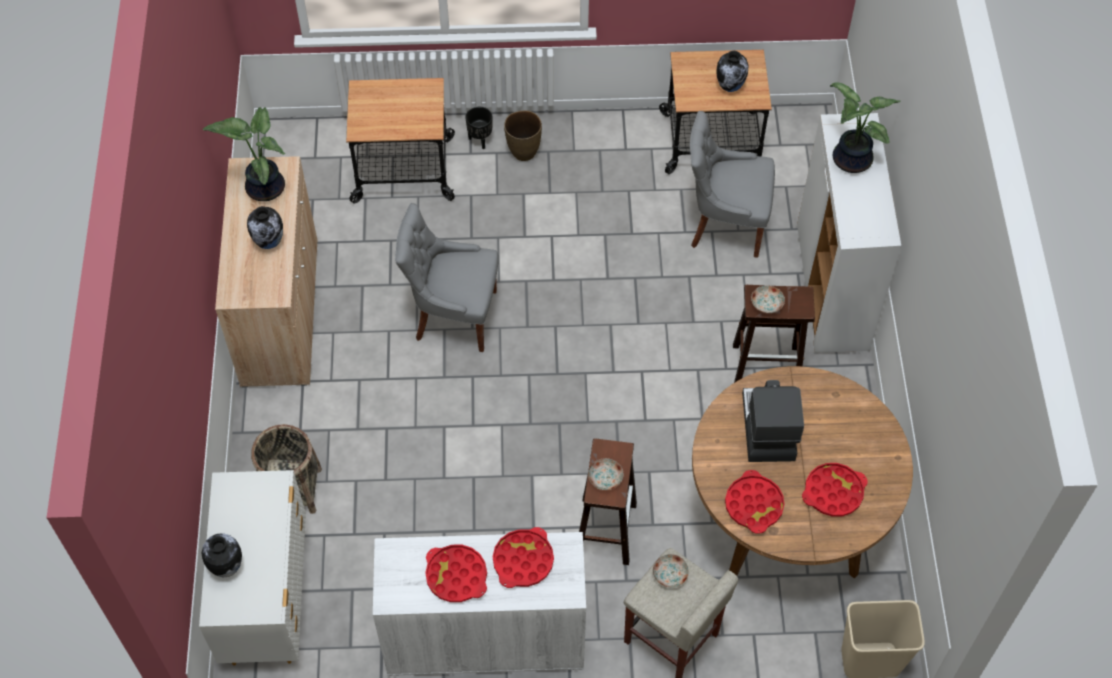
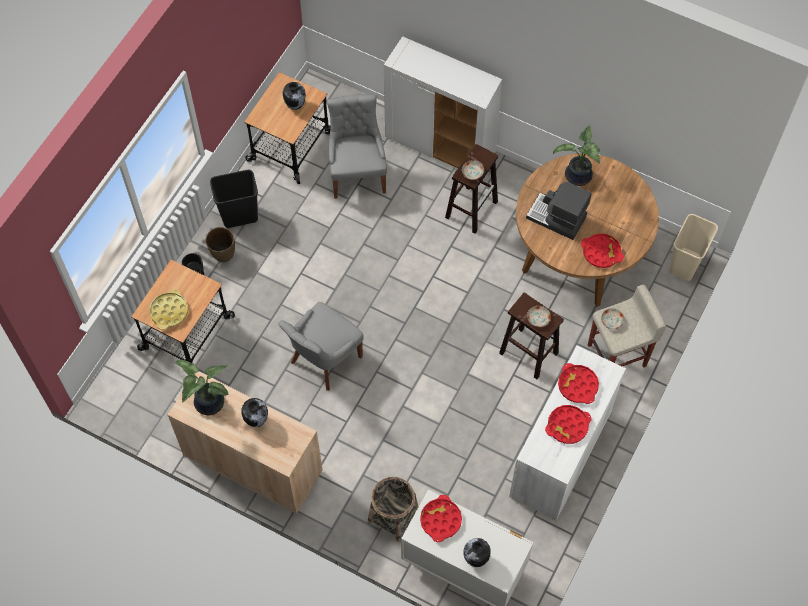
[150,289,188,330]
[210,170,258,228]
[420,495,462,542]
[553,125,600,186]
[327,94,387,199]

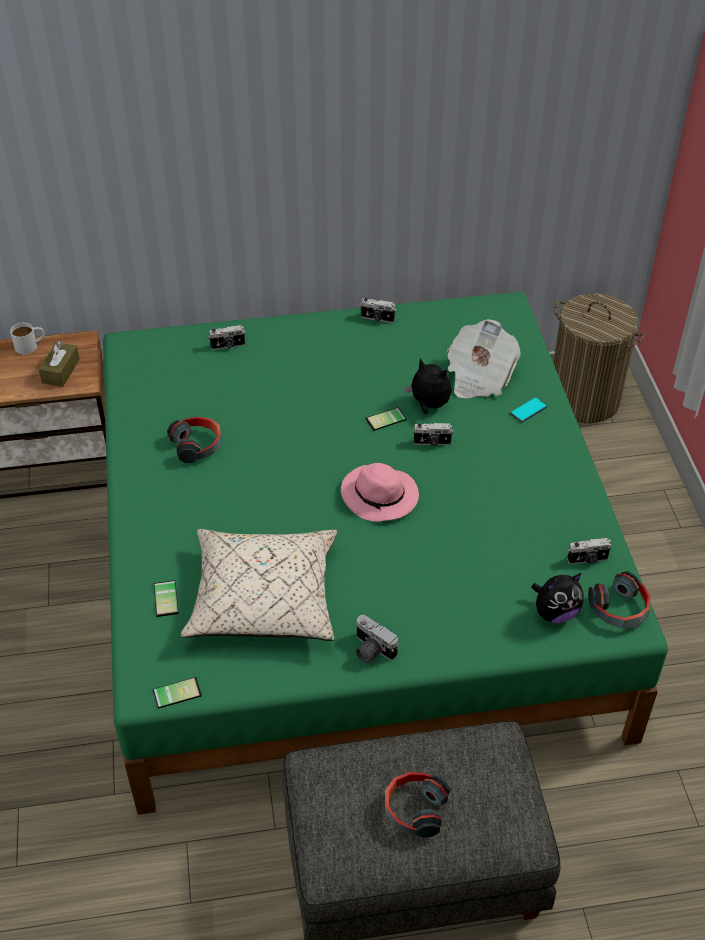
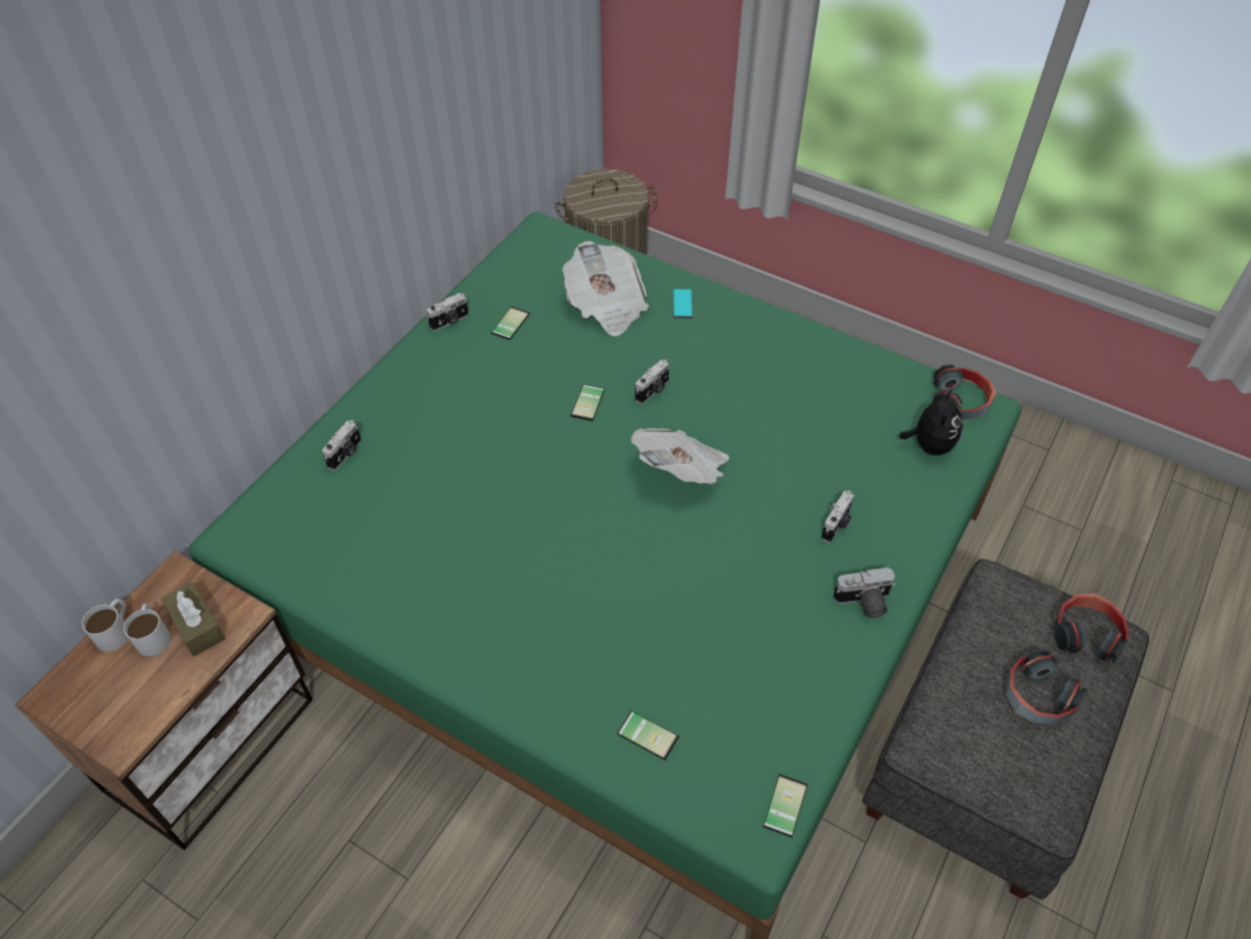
[181,529,337,641] (first image)
[404,358,452,415] (first image)
[124,603,171,656]
[491,307,530,340]
[1054,593,1129,662]
[821,491,854,543]
[631,429,730,485]

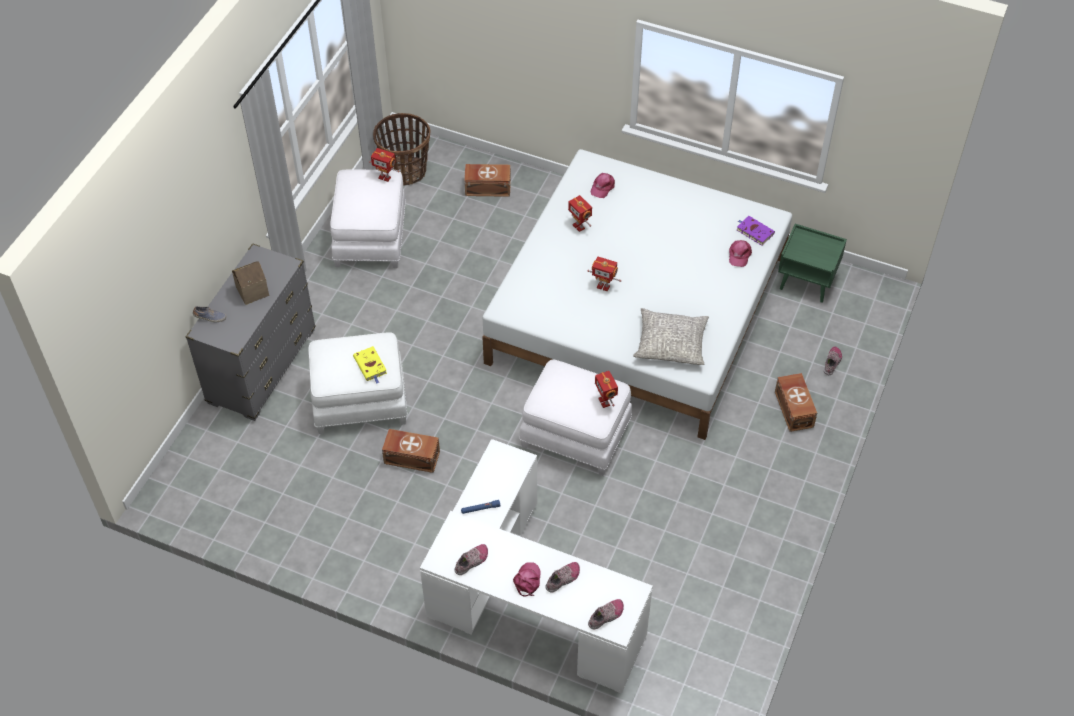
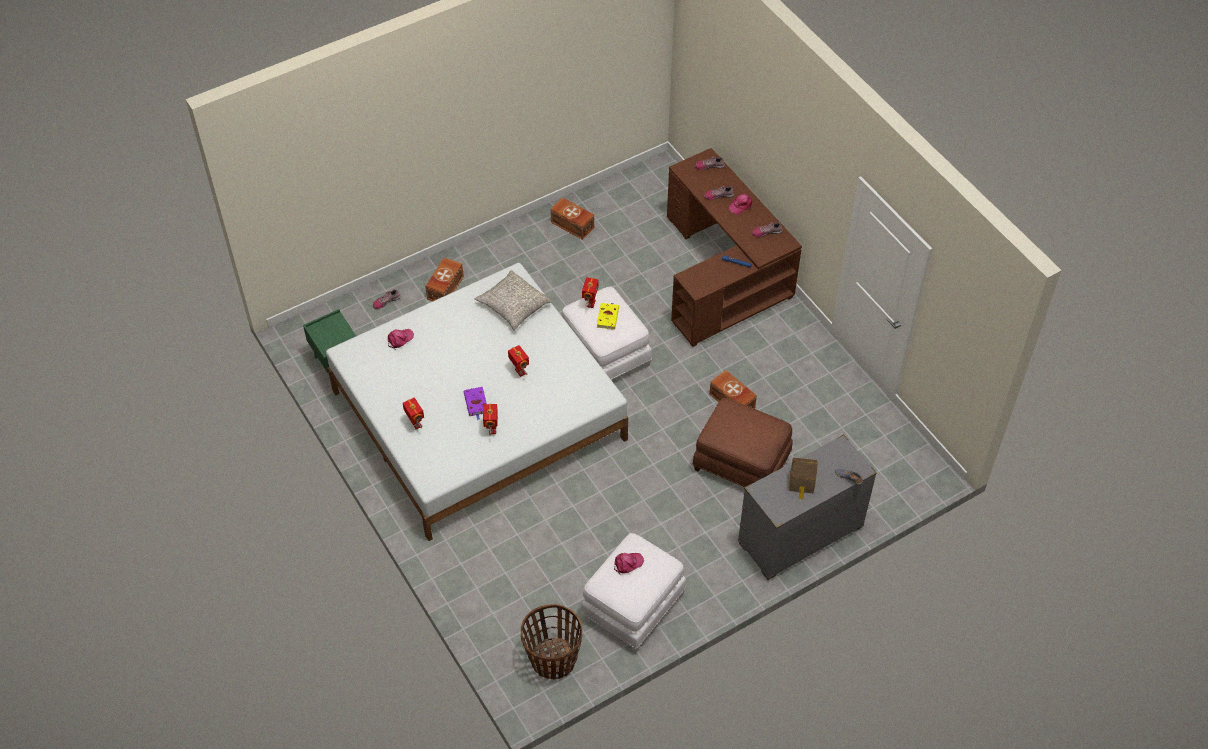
[597,303,619,330]
[403,397,424,429]
[550,197,594,240]
[614,553,644,575]
[463,387,487,420]
[692,398,793,487]
[667,148,802,347]

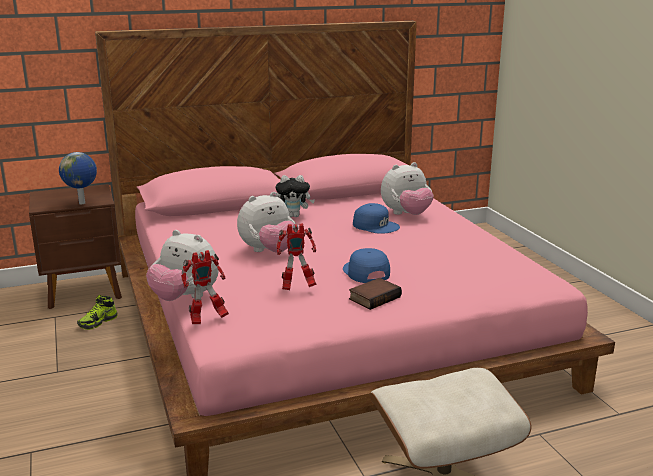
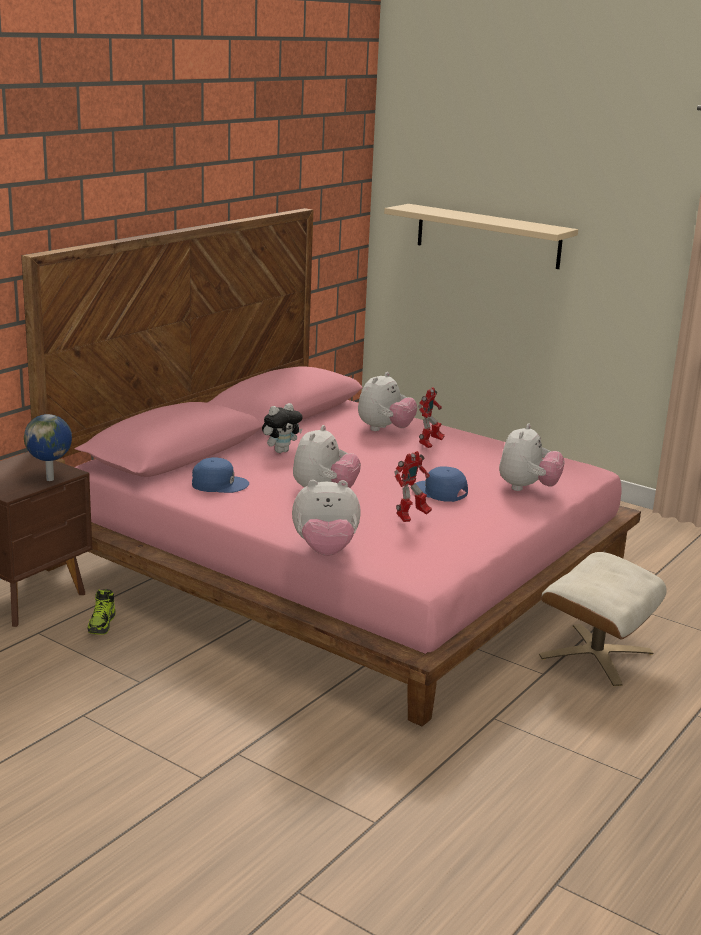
[349,278,402,310] (first image)
[384,204,578,269]
[499,423,565,491]
[418,387,445,448]
[192,457,249,493]

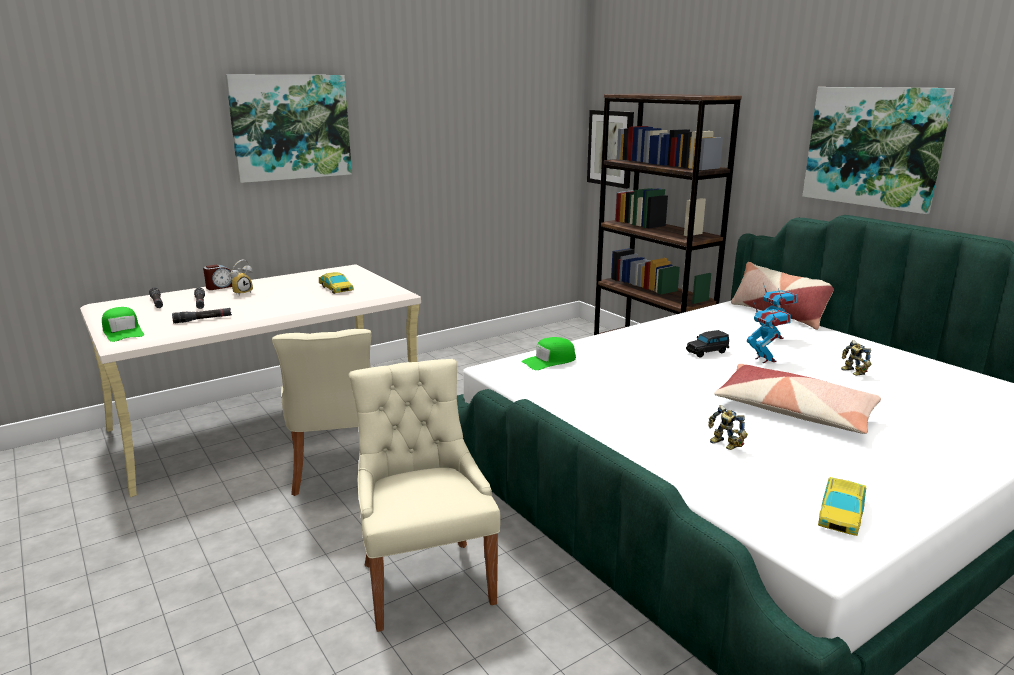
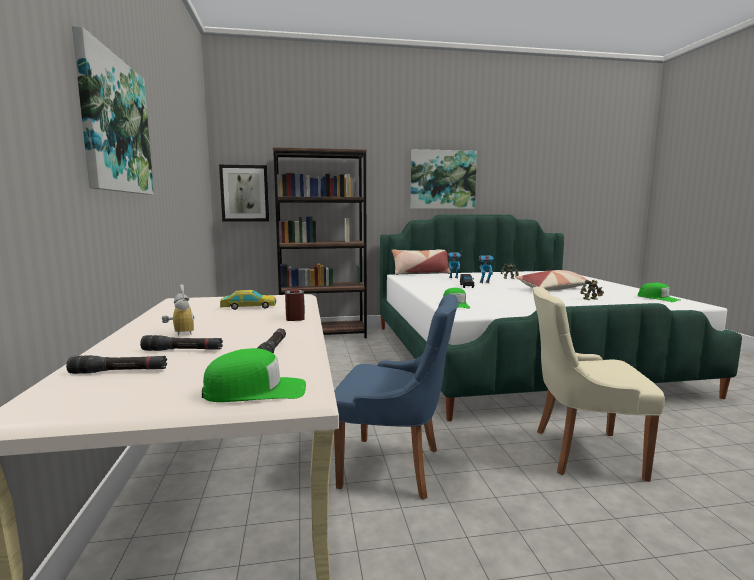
[285,289,305,321]
[638,283,680,302]
[334,294,459,500]

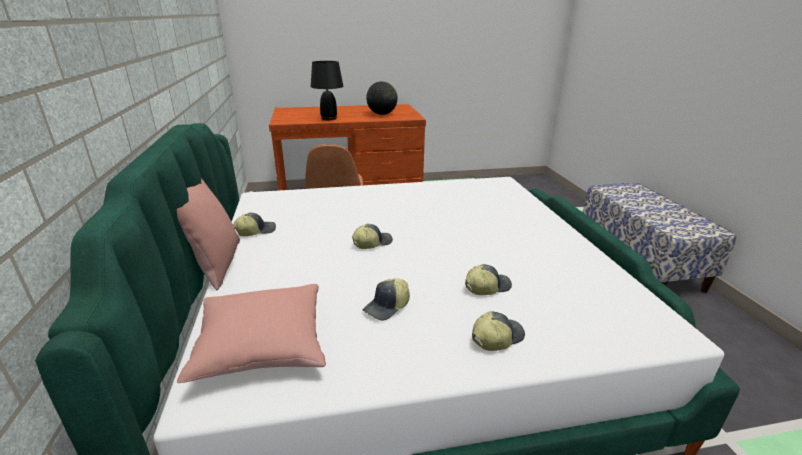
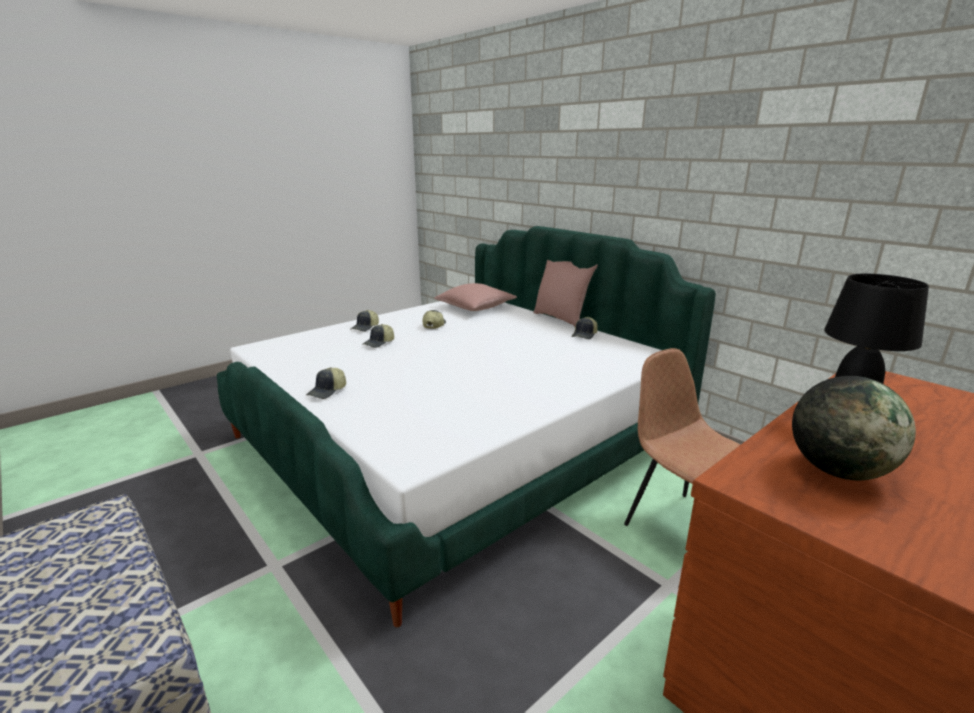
[306,367,346,399]

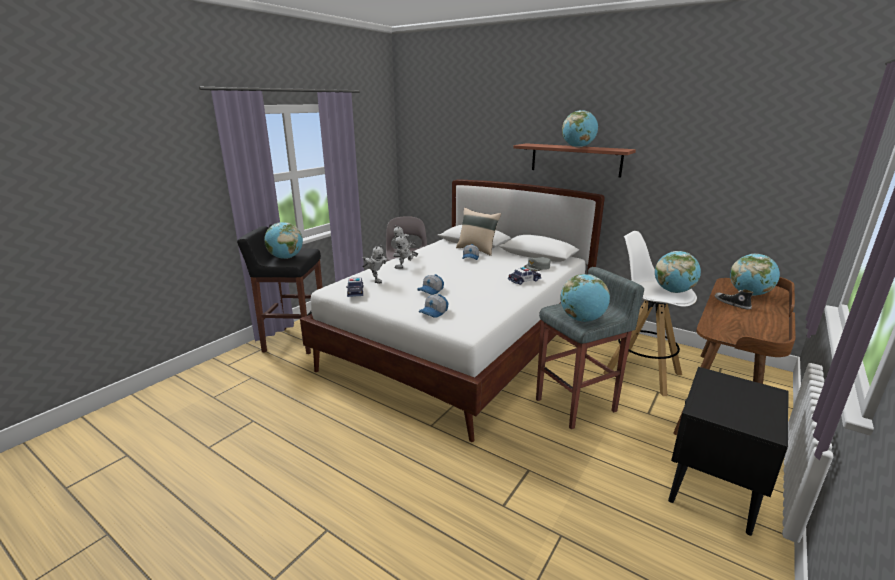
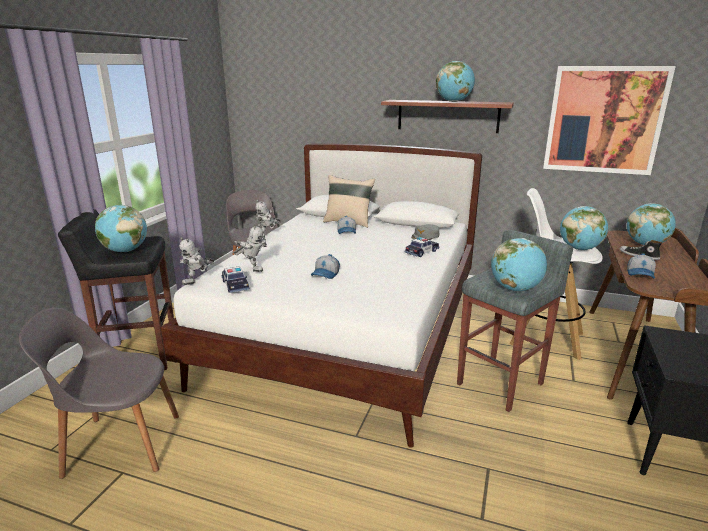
[19,307,179,479]
[543,66,676,175]
[179,237,214,285]
[627,253,656,279]

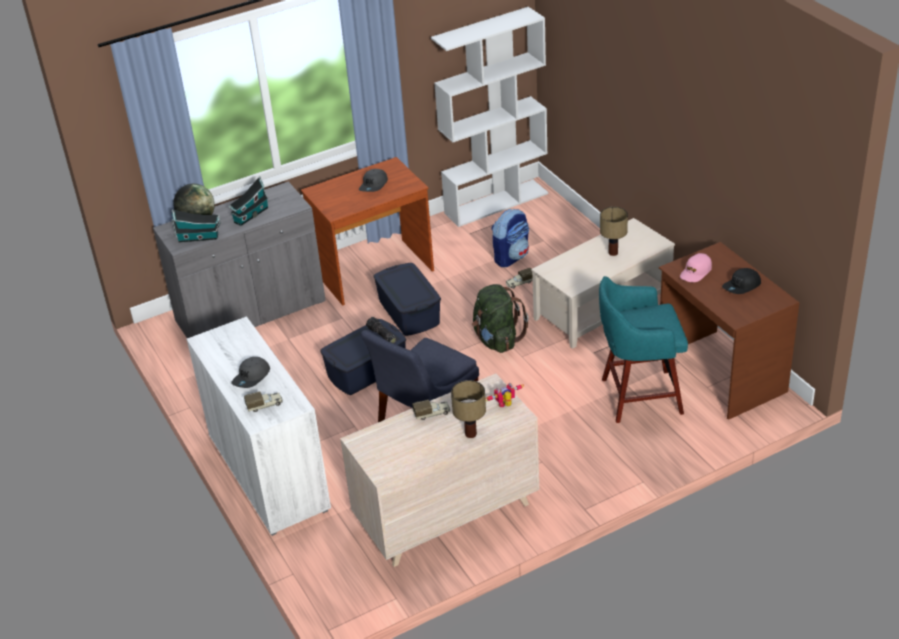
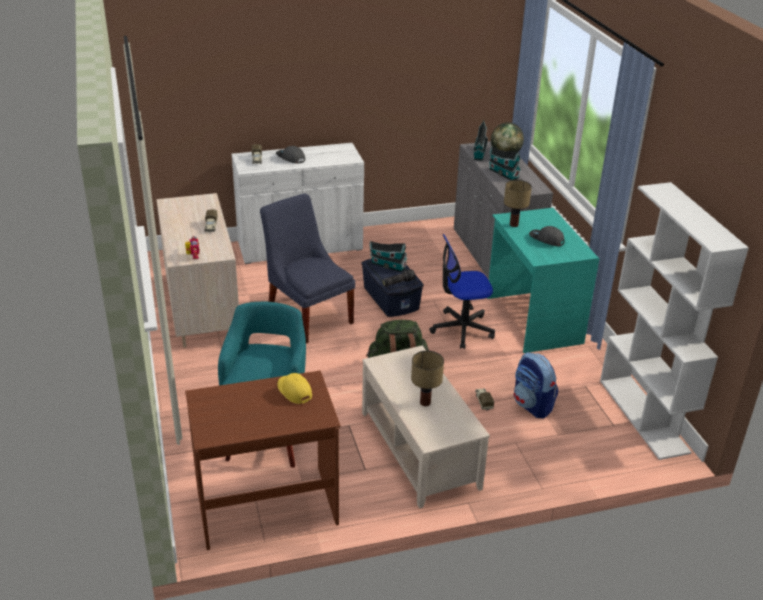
[722,268,761,294] (first image)
[370,241,407,272]
[504,180,532,227]
[429,234,495,349]
[487,208,599,353]
[277,373,312,404]

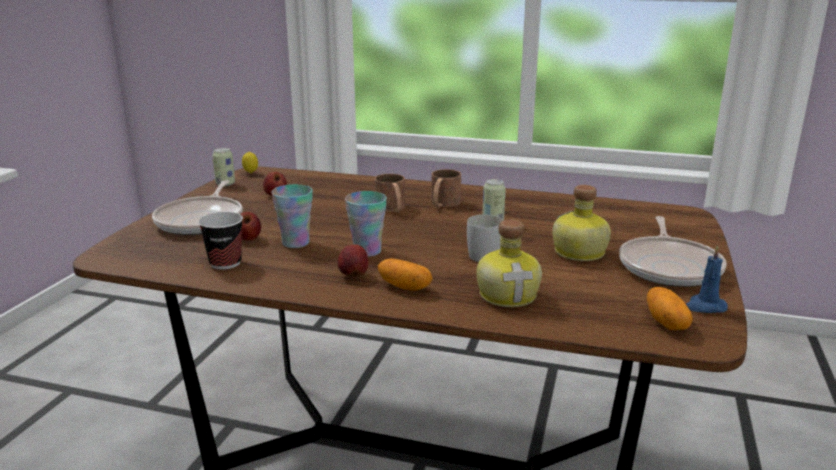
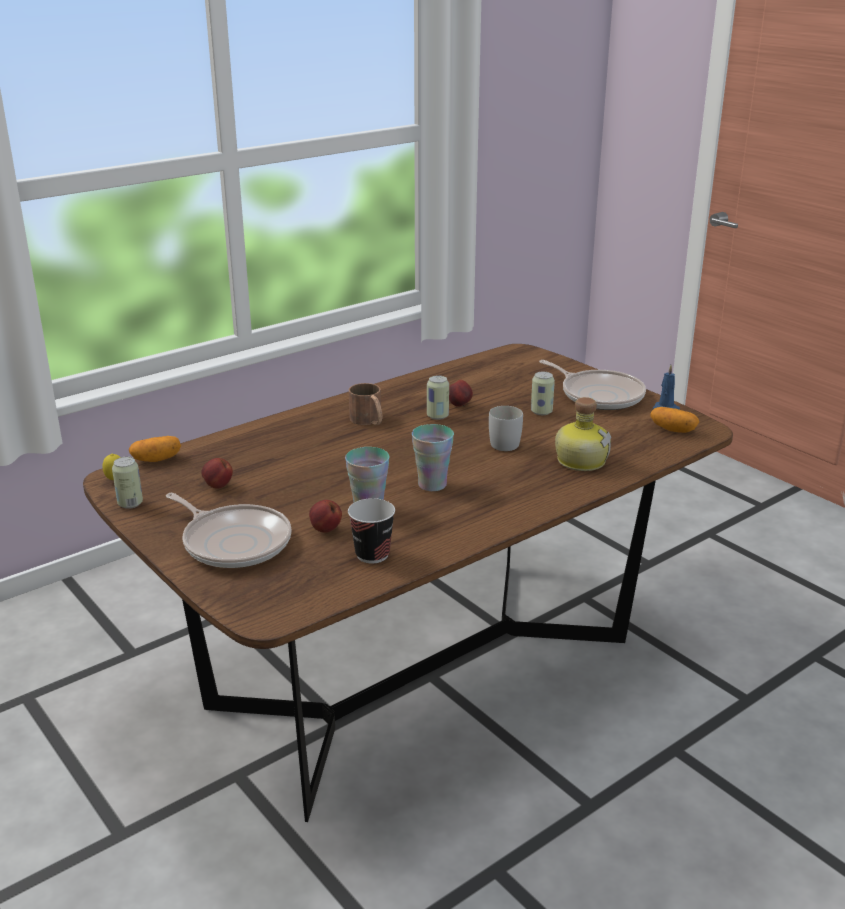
[375,174,405,212] (first image)
[449,380,473,407]
[129,436,181,462]
[531,372,555,415]

